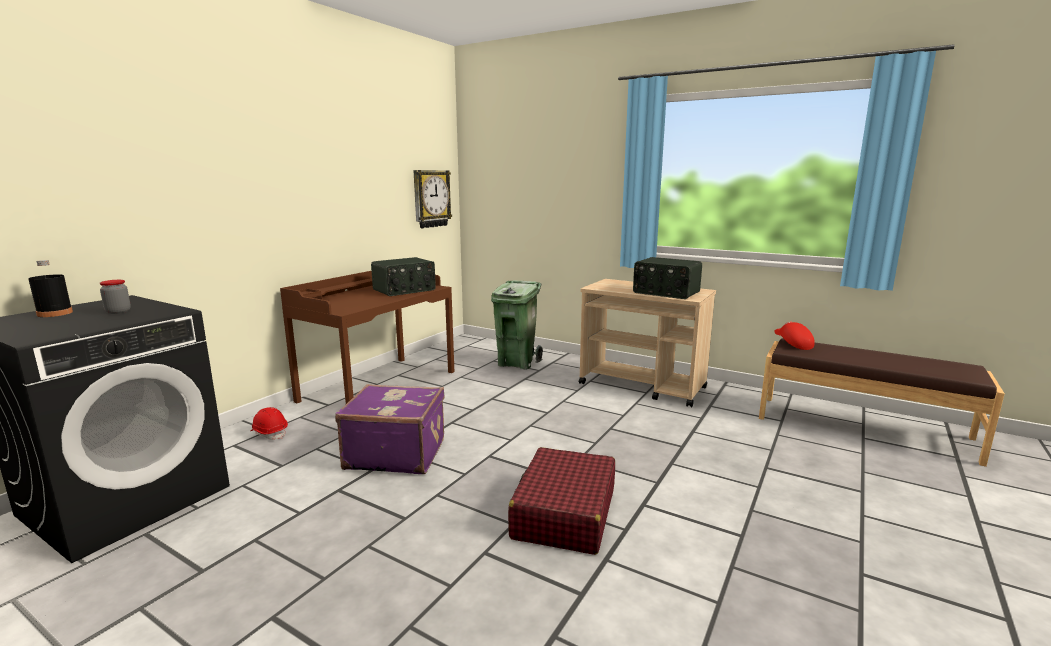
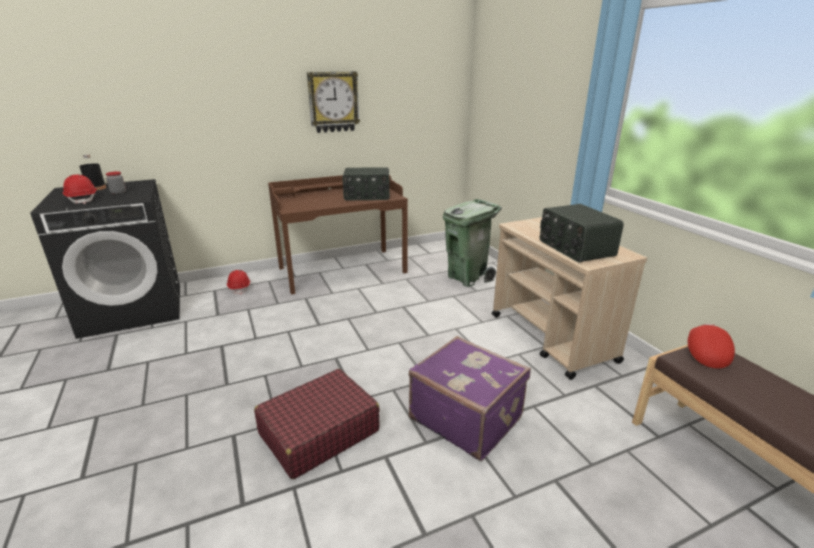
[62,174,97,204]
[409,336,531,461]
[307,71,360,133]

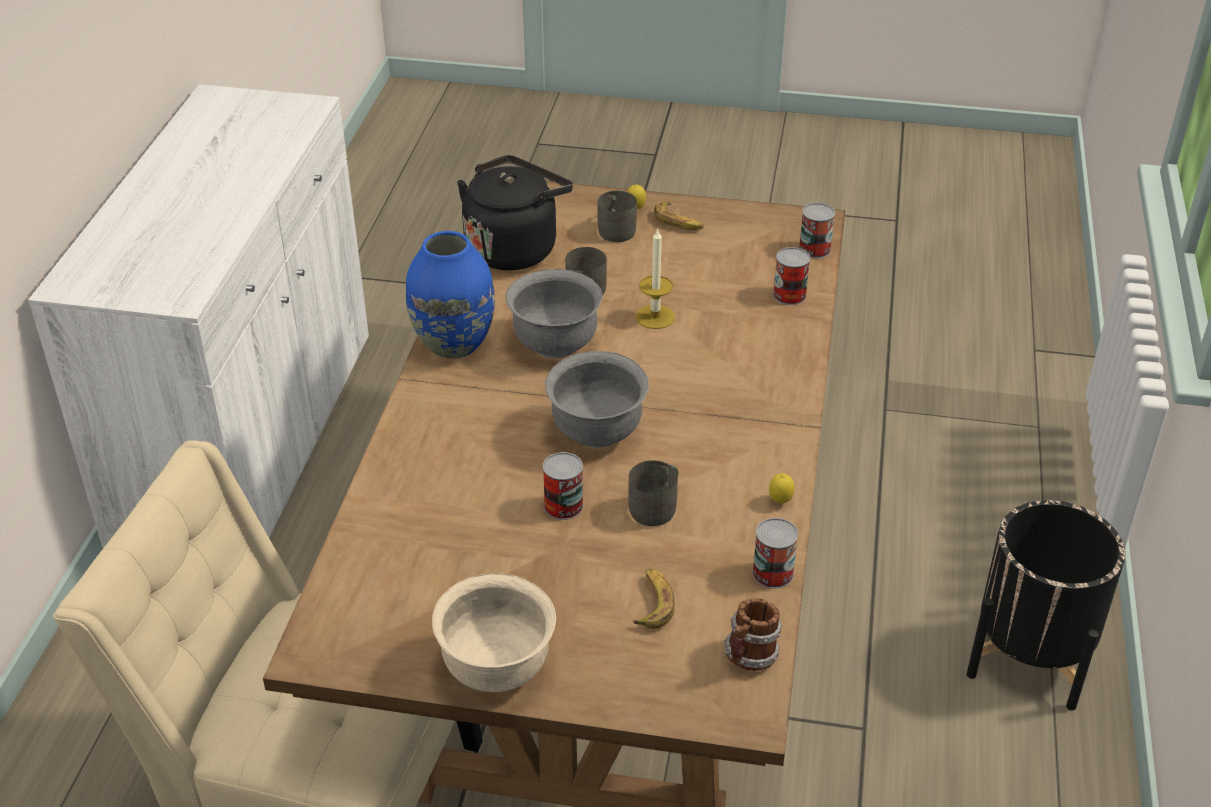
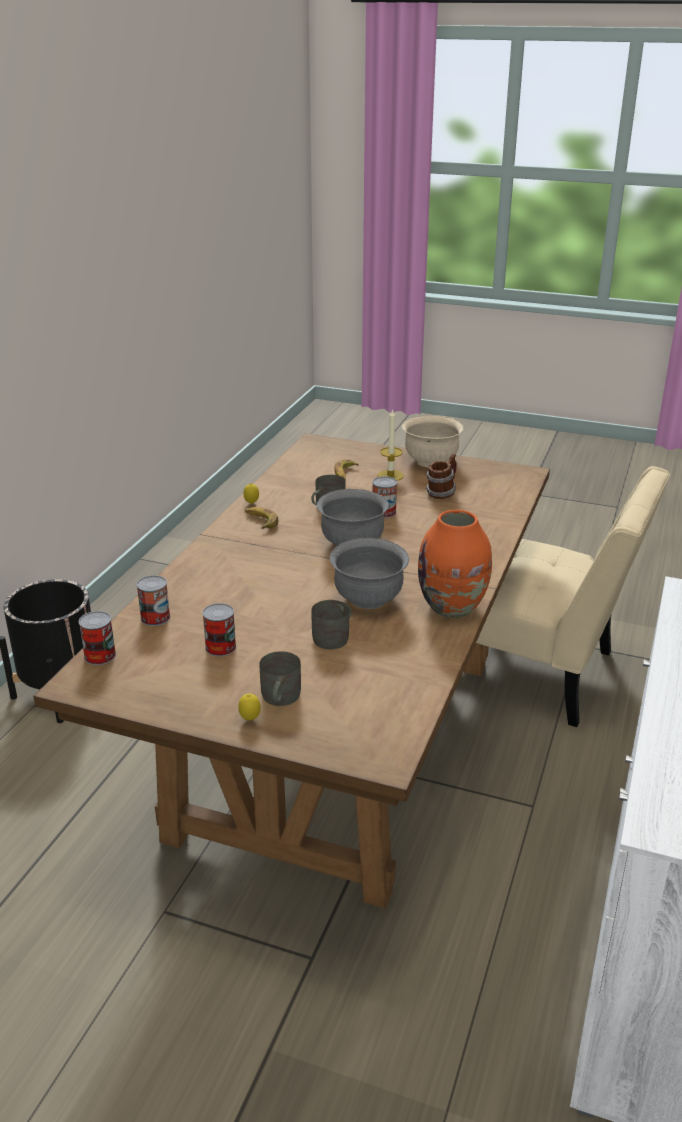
[457,155,573,270] (first image)
[377,409,404,481]
[245,507,278,529]
[426,454,457,499]
[202,603,236,657]
[418,510,492,618]

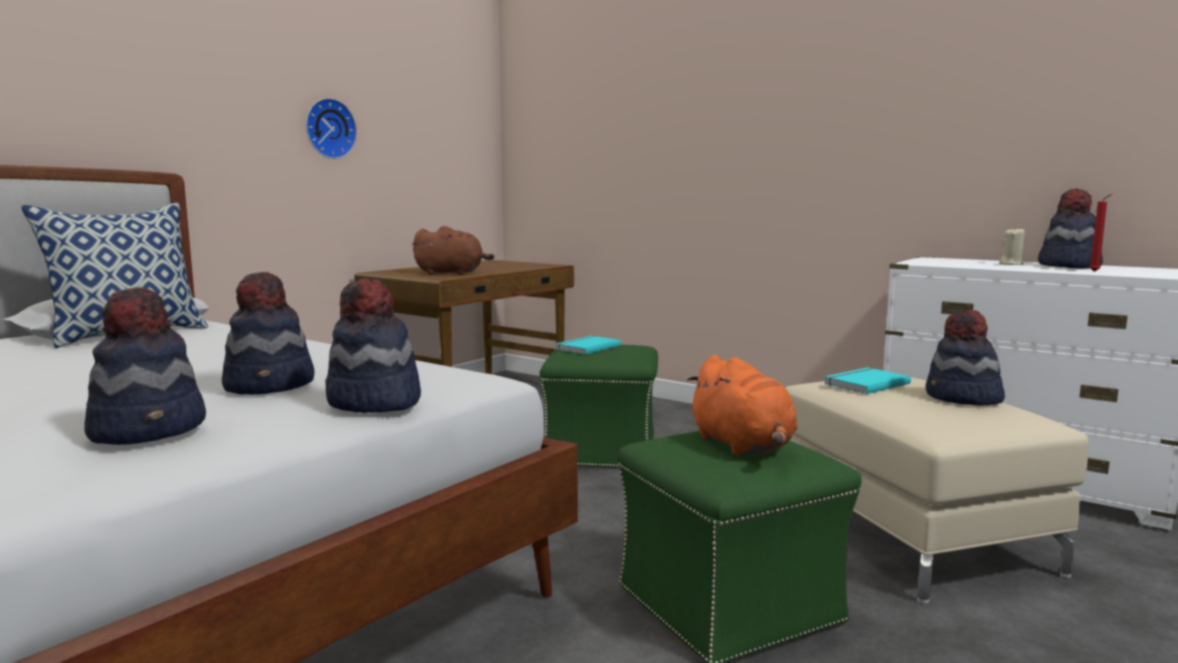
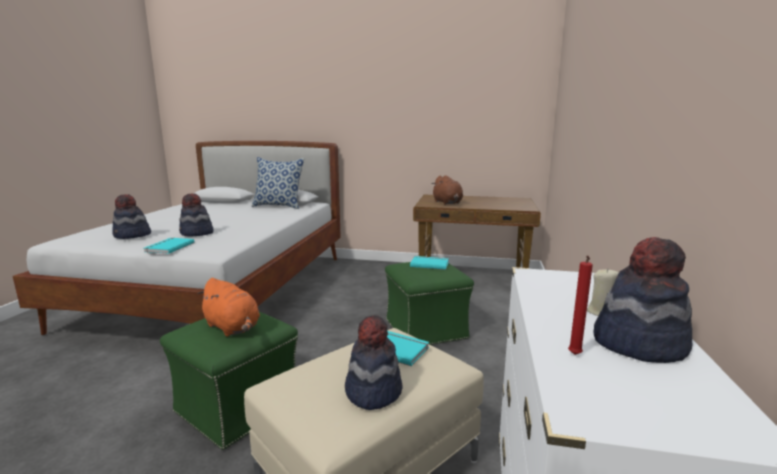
[306,98,357,159] (first image)
[144,238,195,254]
[197,278,260,337]

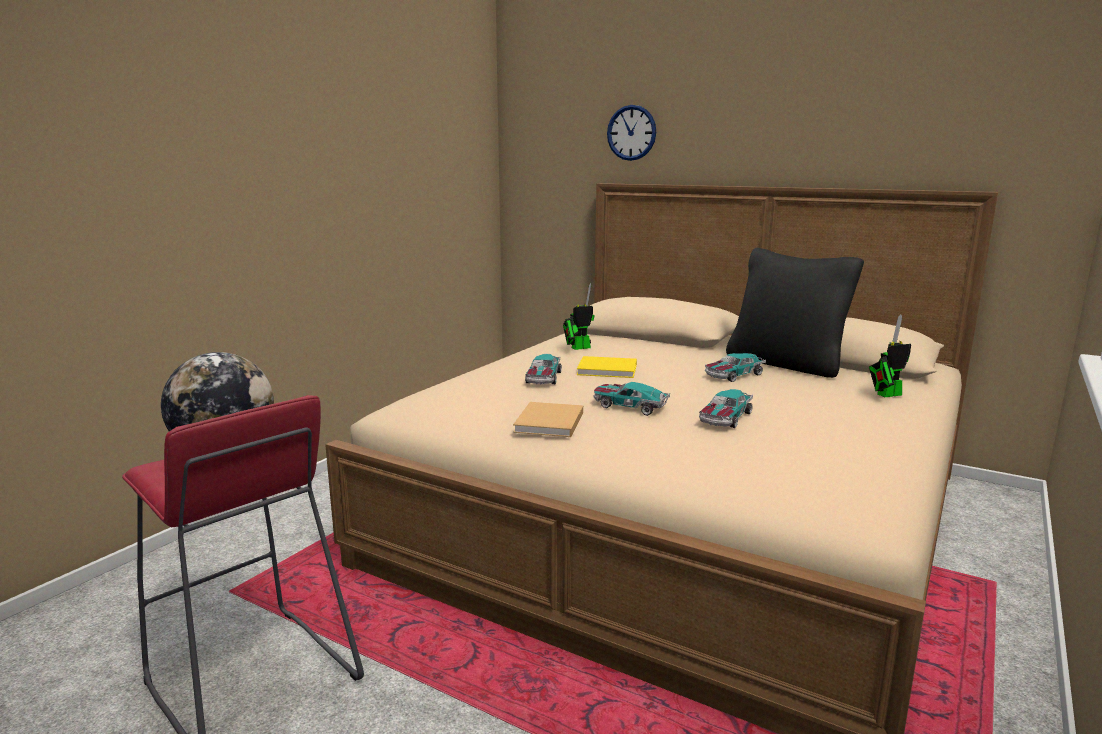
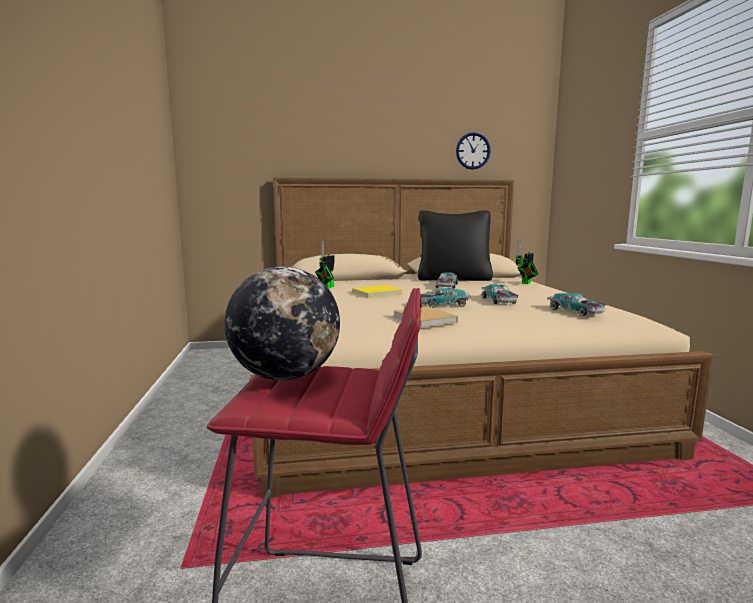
[547,293,606,316]
[456,132,491,170]

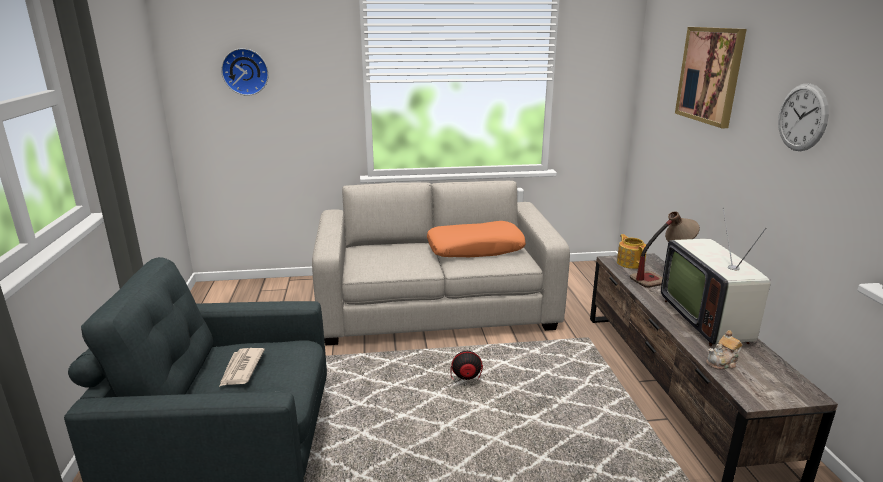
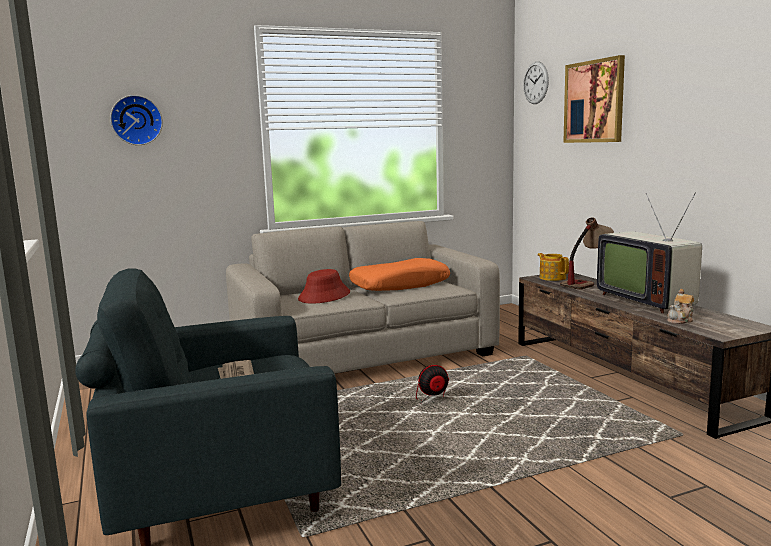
[298,269,350,304]
[523,62,549,104]

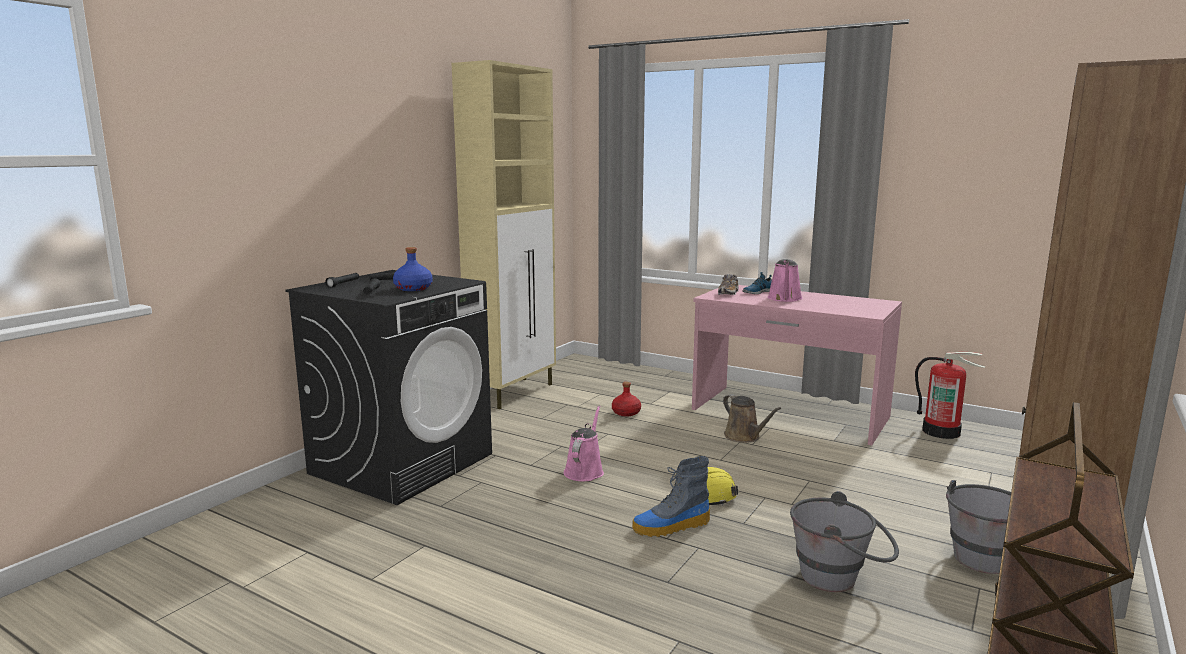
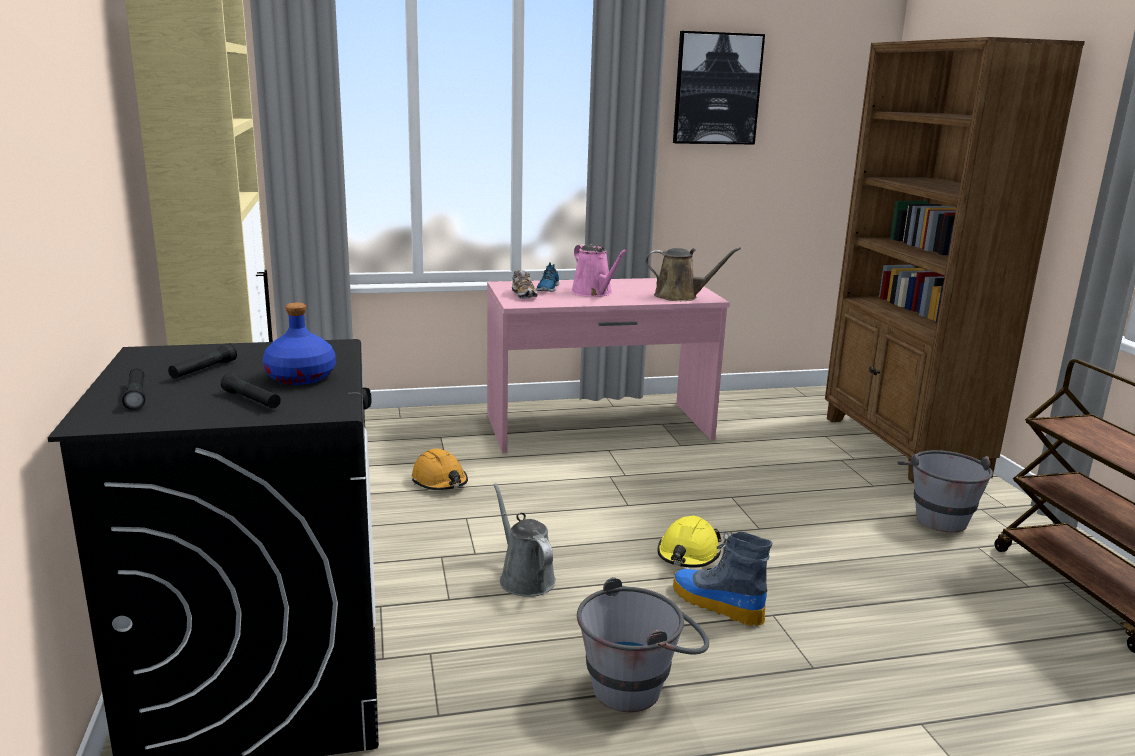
[915,352,986,439] (first image)
[673,31,765,145]
[646,247,741,301]
[577,577,709,712]
[412,449,468,490]
[494,483,556,597]
[673,532,772,626]

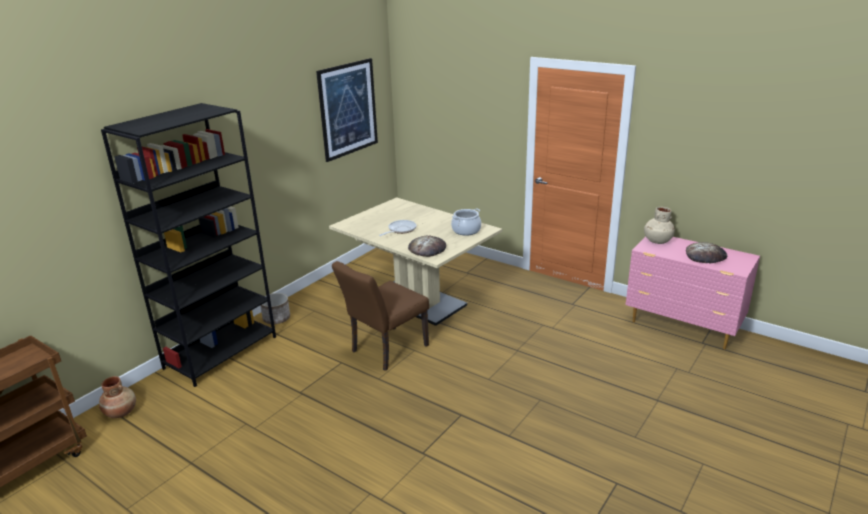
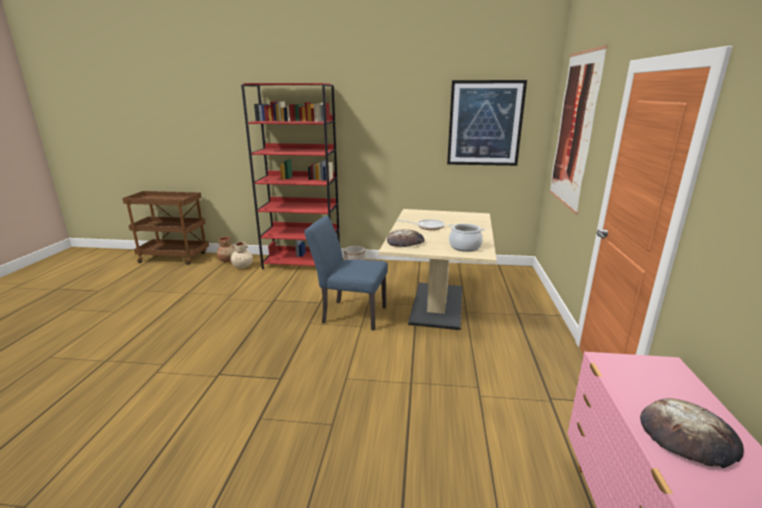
[550,45,607,215]
[231,242,253,268]
[241,83,340,269]
[304,216,388,331]

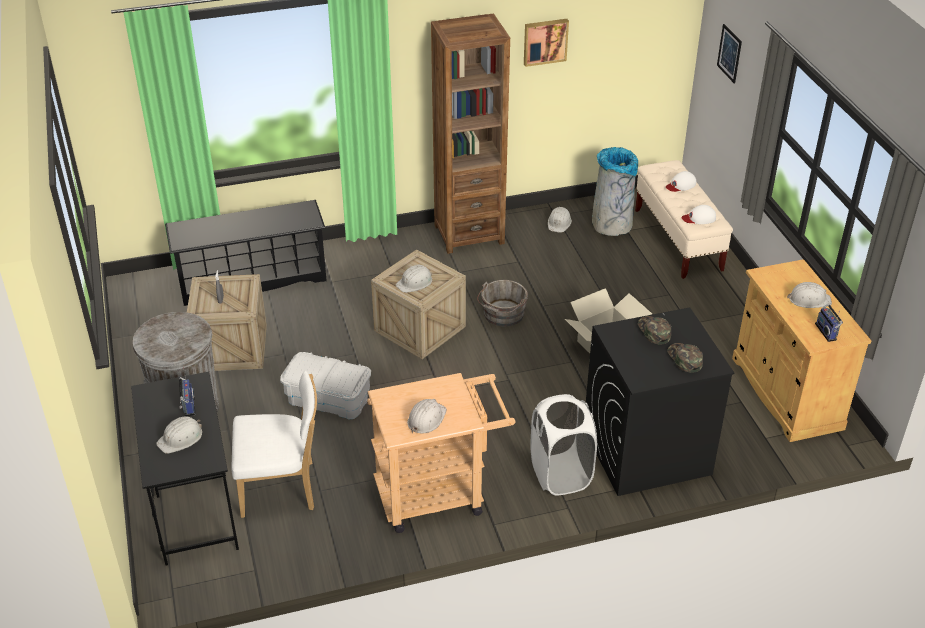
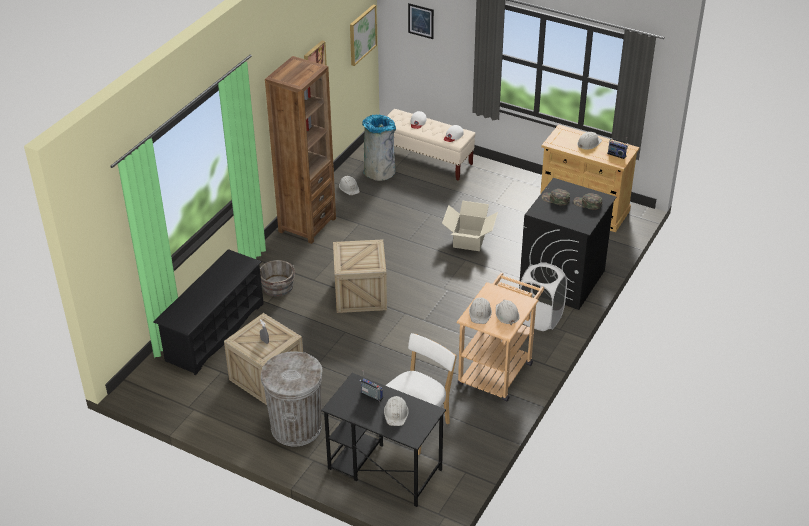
[280,352,371,419] (first image)
[350,5,377,66]
[469,297,492,324]
[260,260,295,296]

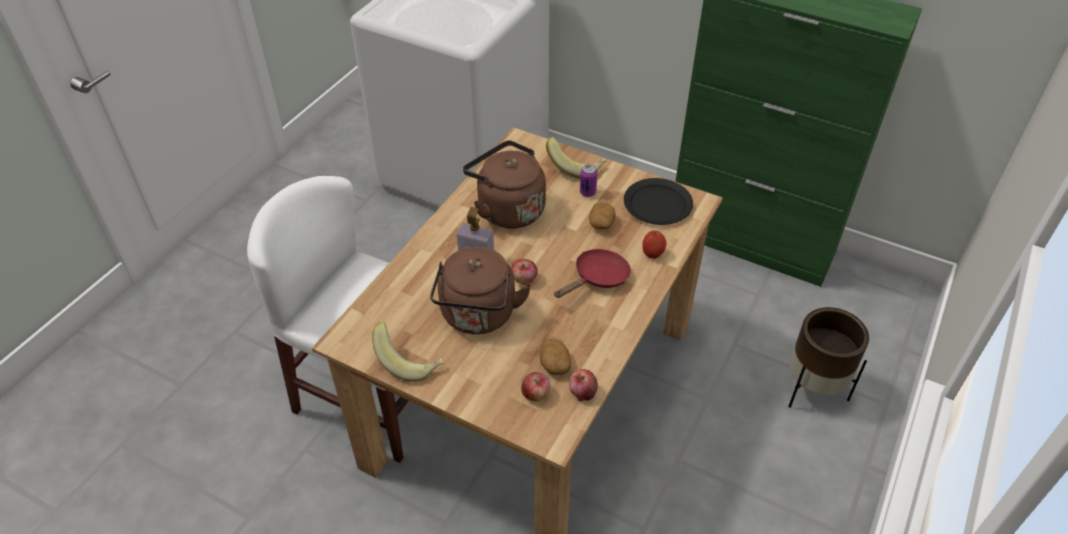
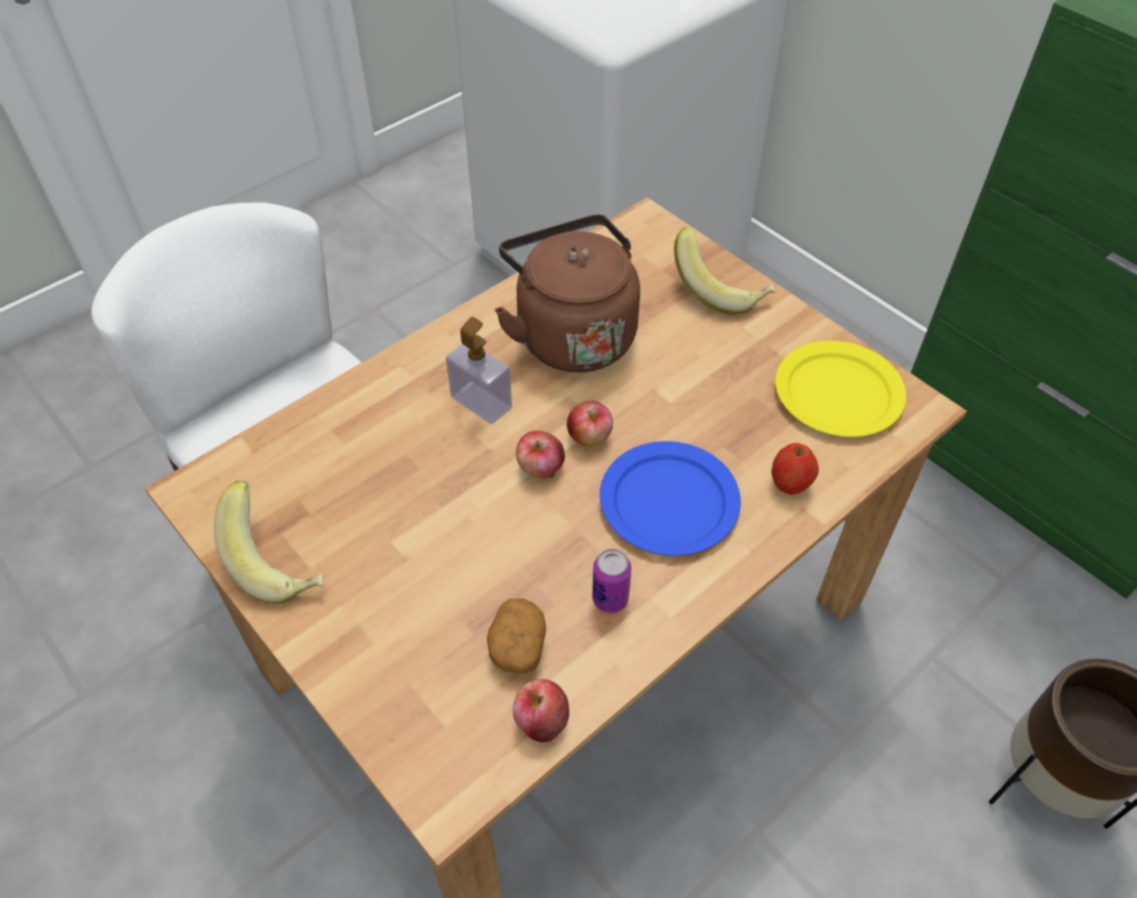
[430,247,532,334] (first image)
[589,203,616,230] (first image)
[567,400,613,447]
[592,549,631,613]
[600,441,741,556]
[775,341,906,437]

